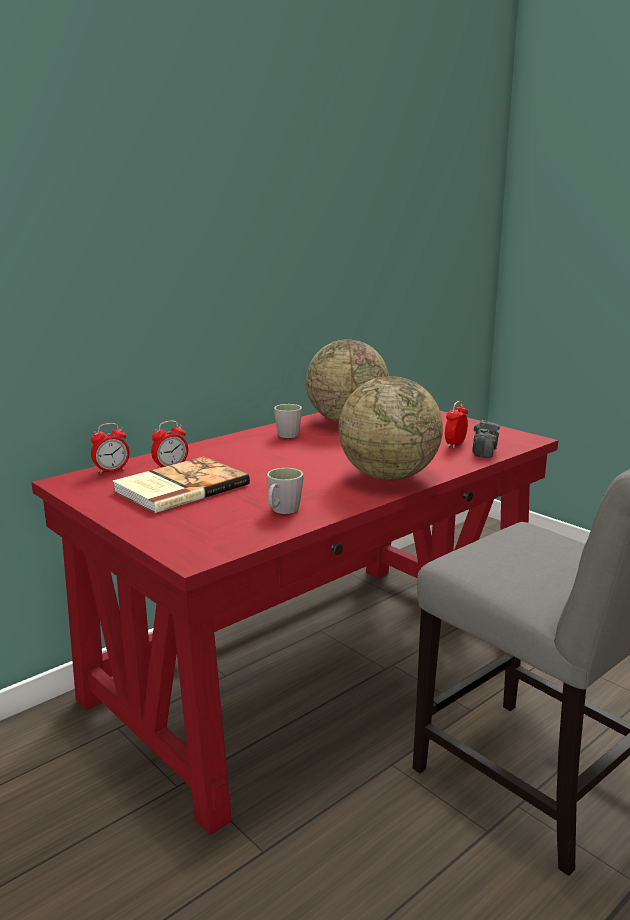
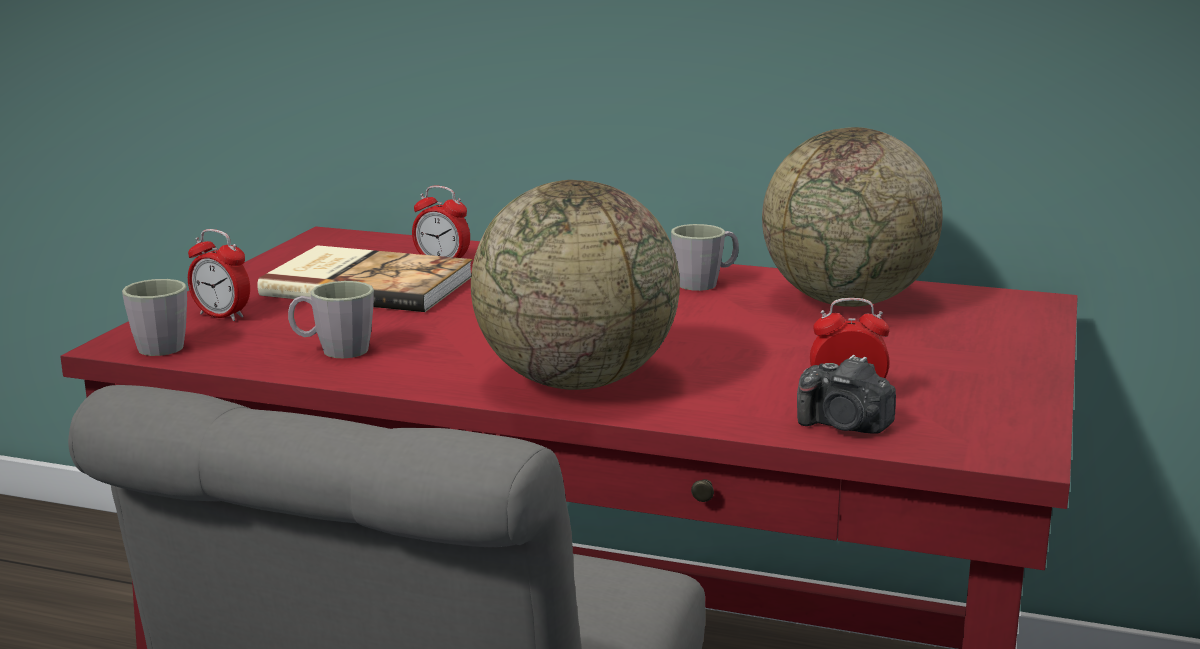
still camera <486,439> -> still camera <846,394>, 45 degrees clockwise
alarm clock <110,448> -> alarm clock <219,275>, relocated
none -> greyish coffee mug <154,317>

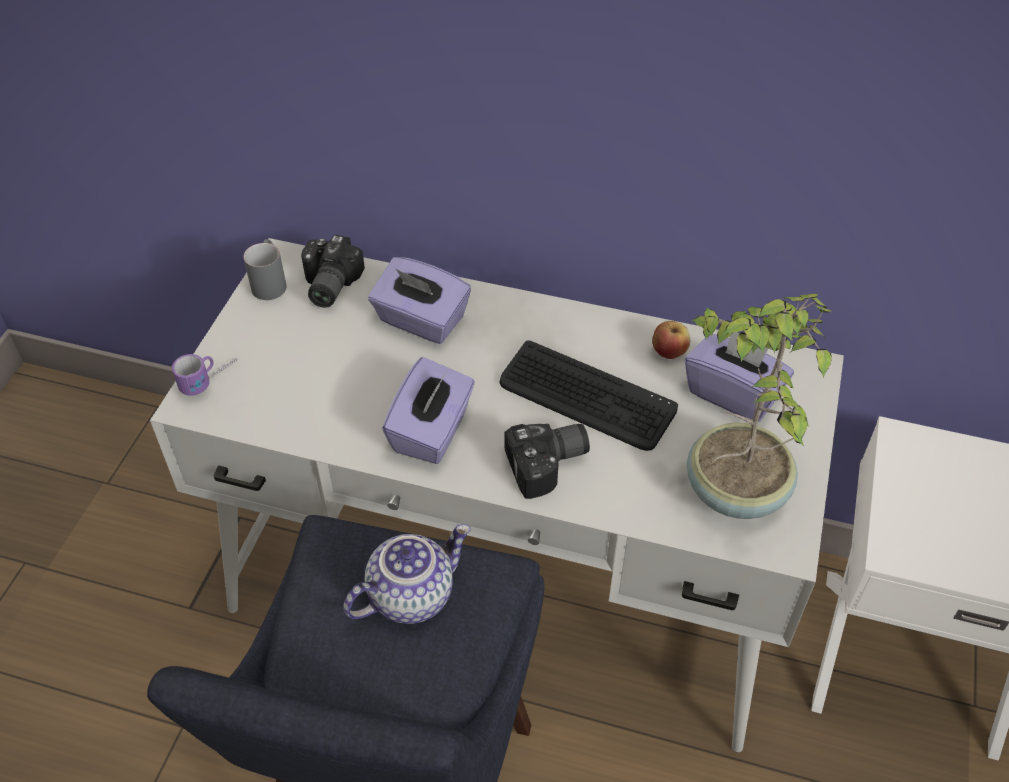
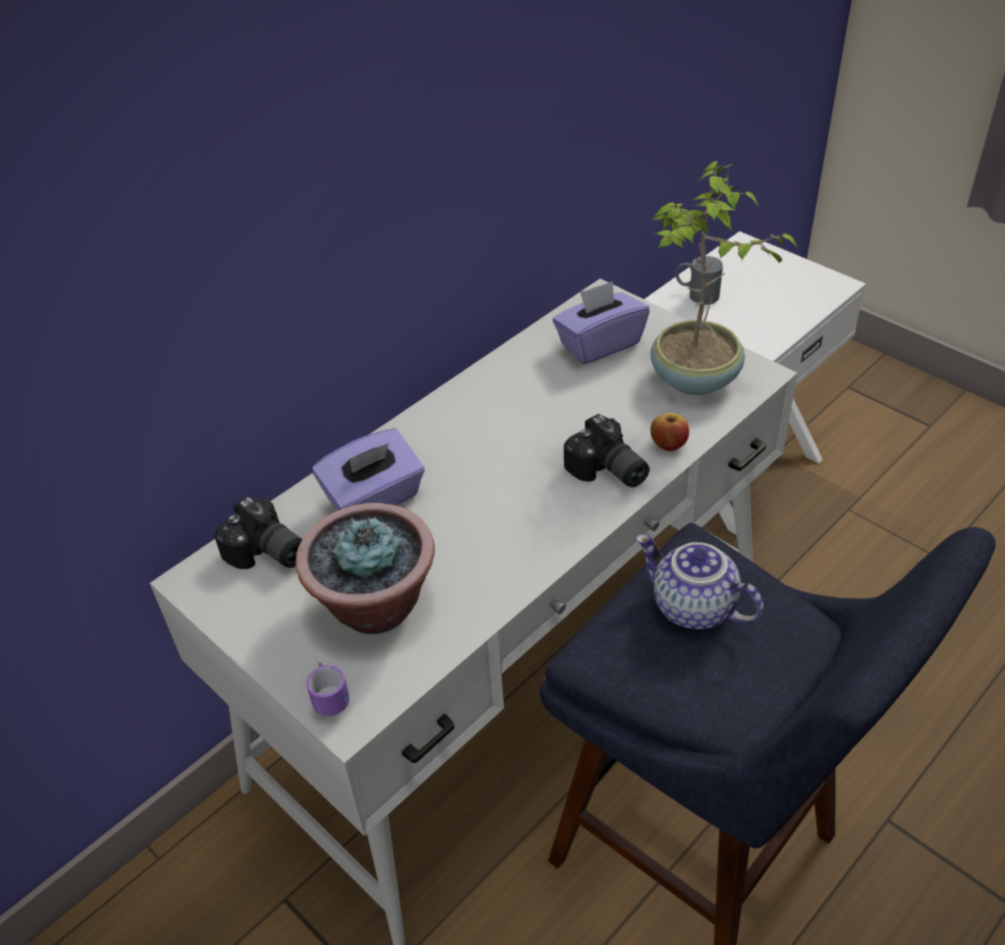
greyish coffee mug <265,269> -> greyish coffee mug <699,280>, relocated
apple fruit <671,340> -> apple fruit <669,432>, relocated
keyboard <588,395> -> none
purple-coloured box of tissues <428,410> -> none
still camera <547,461> -> still camera <607,450>, 135 degrees clockwise
tea pot <407,574> -> tea pot <700,582>, 45 degrees counterclockwise
none -> potted plant <365,568>

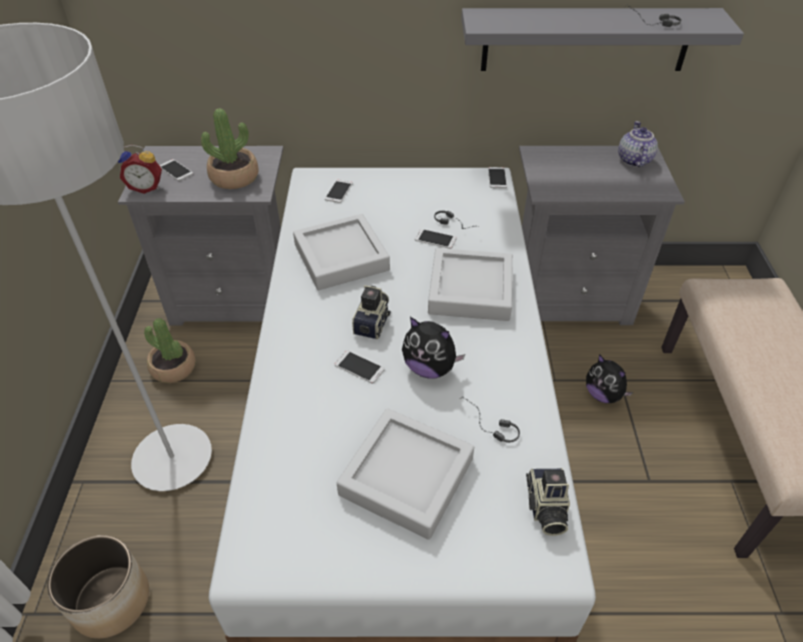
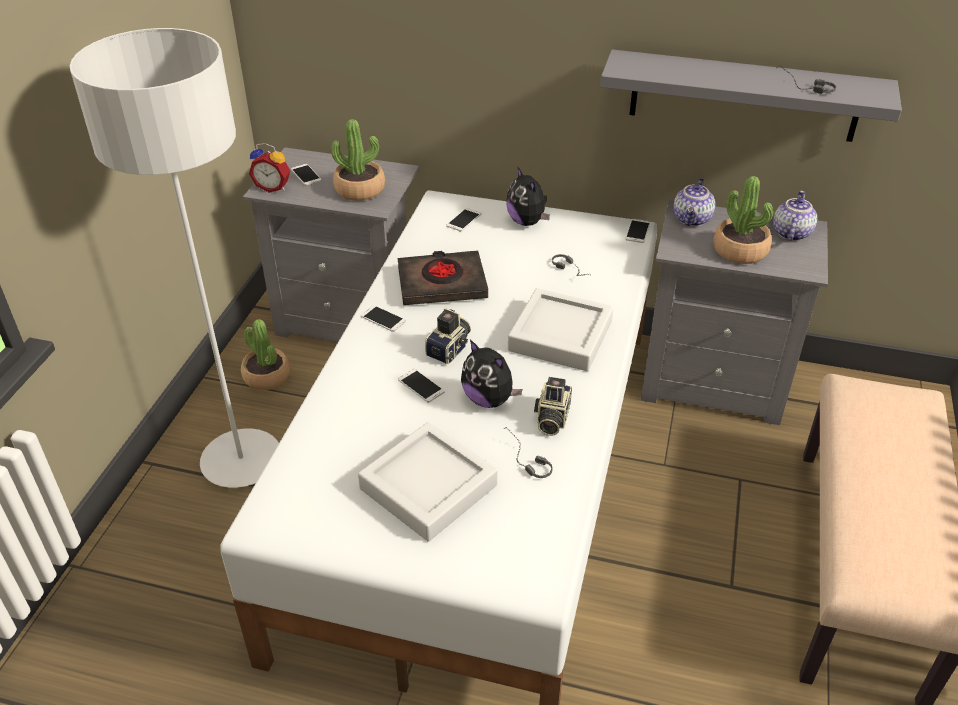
greyish carrying tray <341,252> -> black-coloured volume <443,277>
phone <436,239> -> phone <383,318>, relocated
cuddly toy <609,378> -> cuddly toy <528,196>, relocated
still camera <548,502> -> still camera <553,406>, relocated
plant pot <98,587> -> none
none -> potted plant <743,220>
none -> tea pot <694,202>

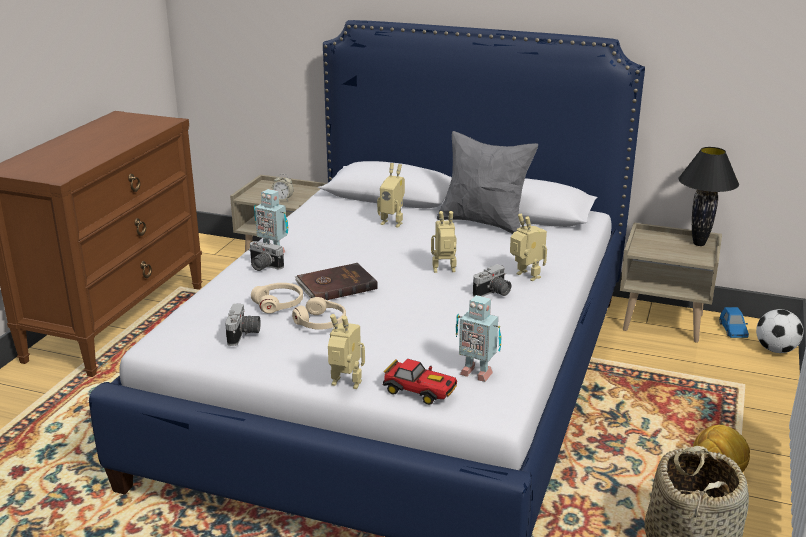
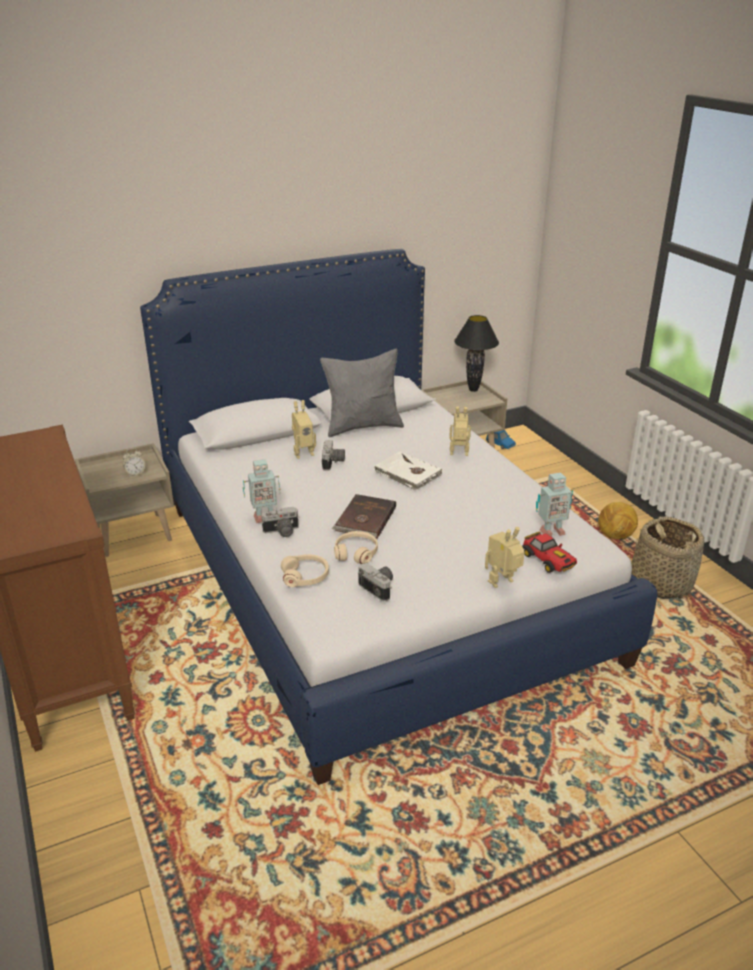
model robot <444,242> -> white-coloured volume <408,471>
still camera <492,280> -> still camera <333,455>, relocated
beige headset <319,313> -> beige headset <305,570>, relocated
football ball <780,331> -> none
model car <420,382> -> model car <549,552>, 75 degrees clockwise

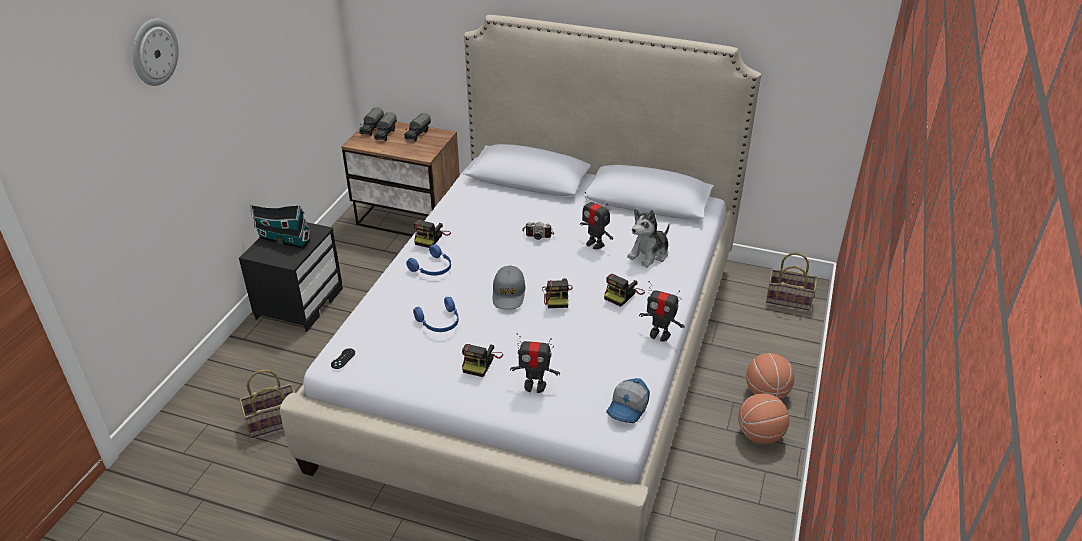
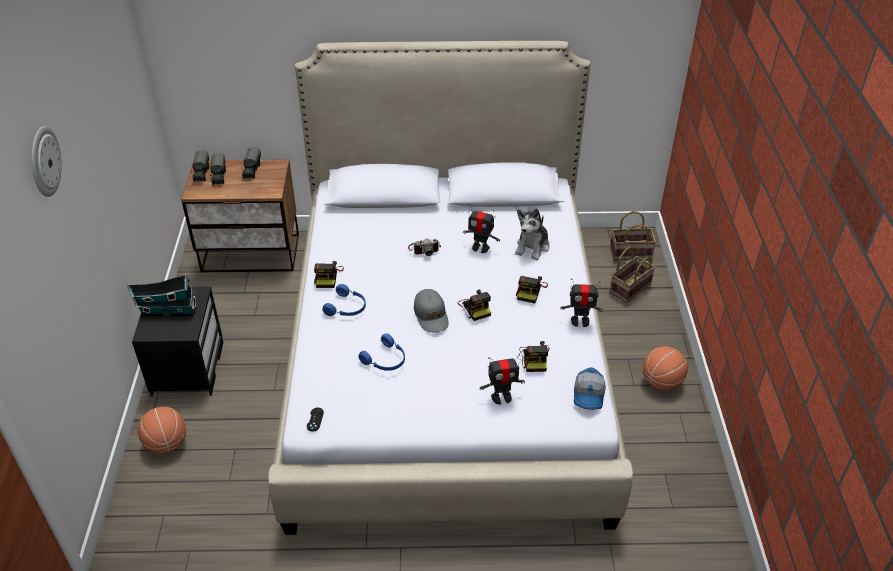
still camera <482,360> -> still camera <534,356>, relocated
basketball <770,376> -> basketball <162,430>, relocated
basket <267,403> -> basket <632,274>, relocated

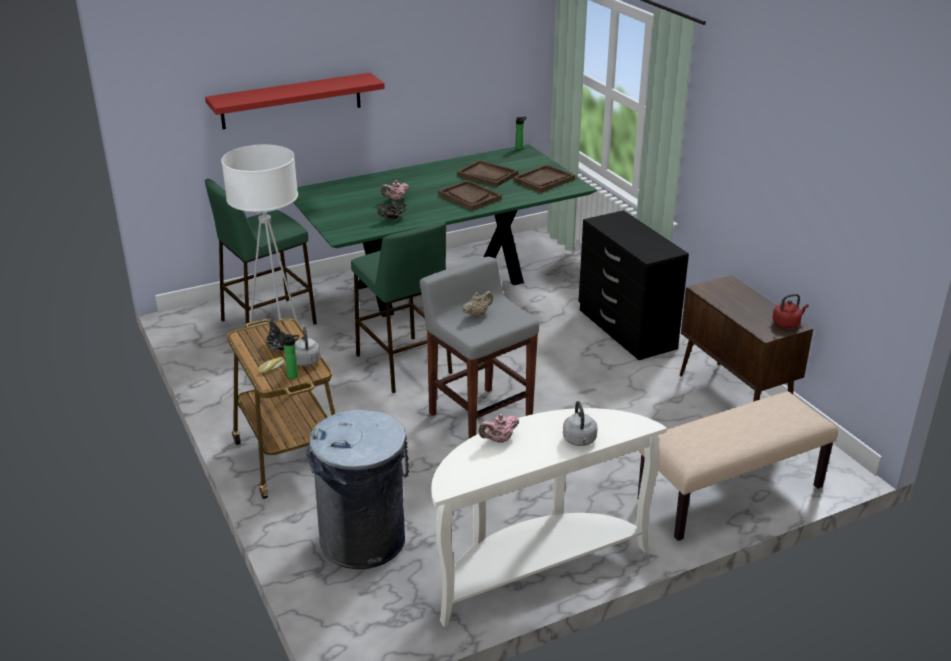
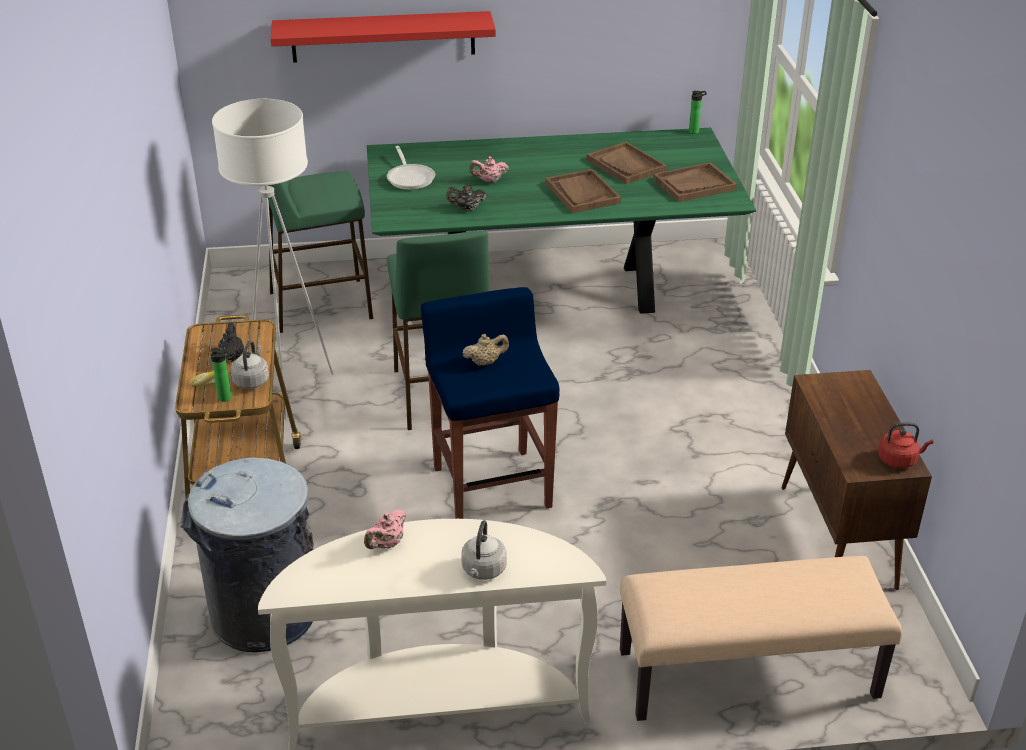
black-coloured drawer chest <633,285> -> none
greyish stool seat <479,348> -> bluish stool seat <490,403>
pink tea pot <498,428> -> pink tea pot <385,529>, 45 degrees counterclockwise
none -> frying pan <411,168>

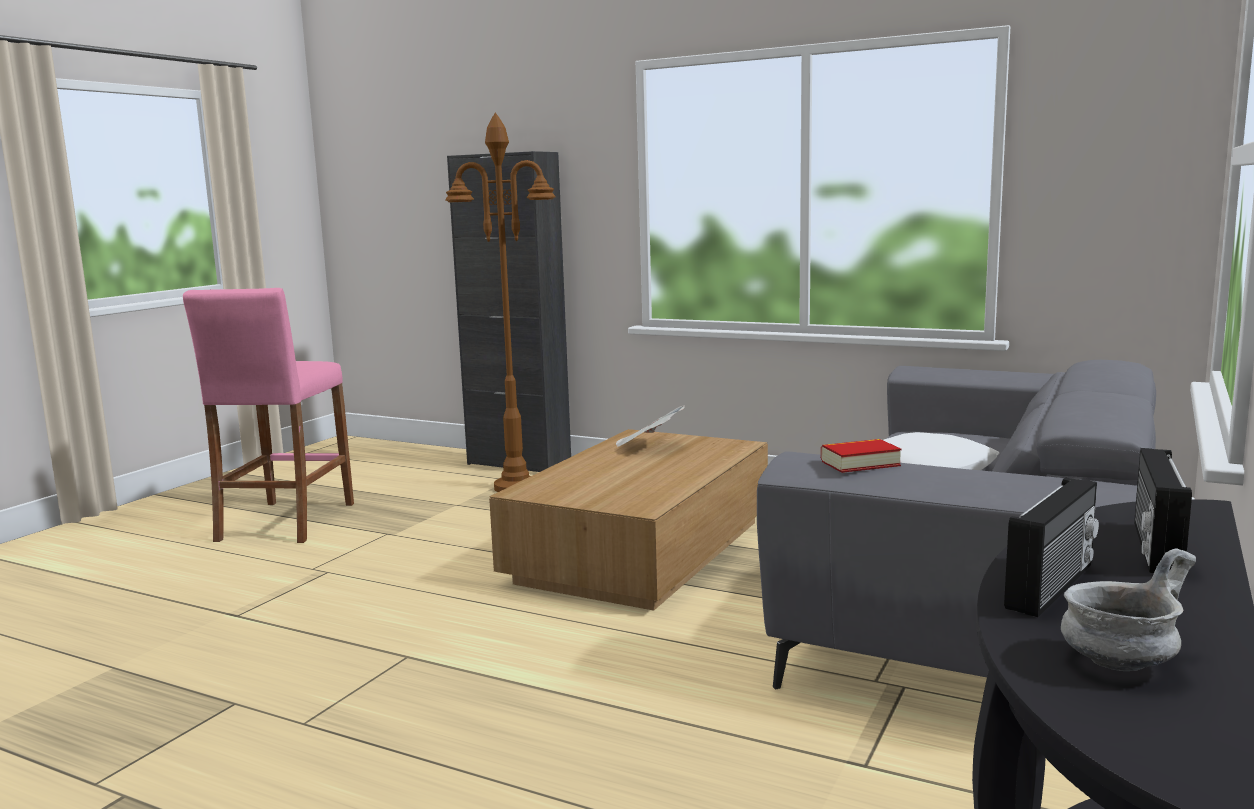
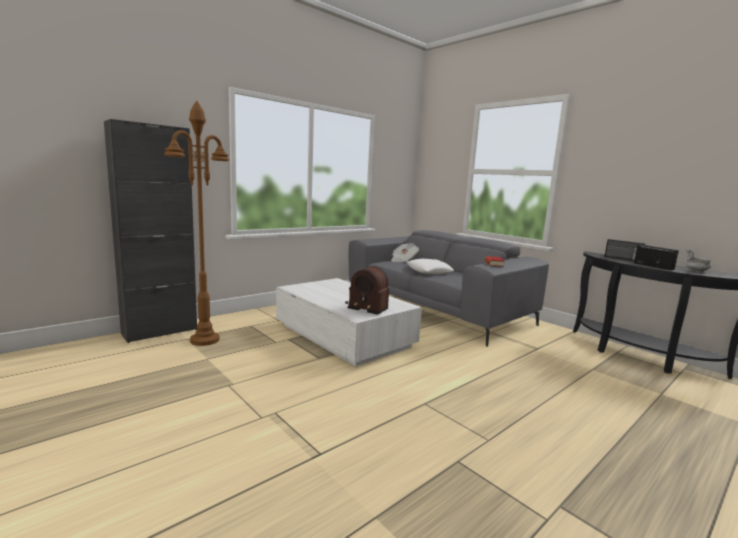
pink stool seat <268,415> -> none
printed paper <650,426> -> printed paper <405,252>, relocated
brownish low table <628,520> -> white-coloured low table <349,322>
none -> radio <367,290>

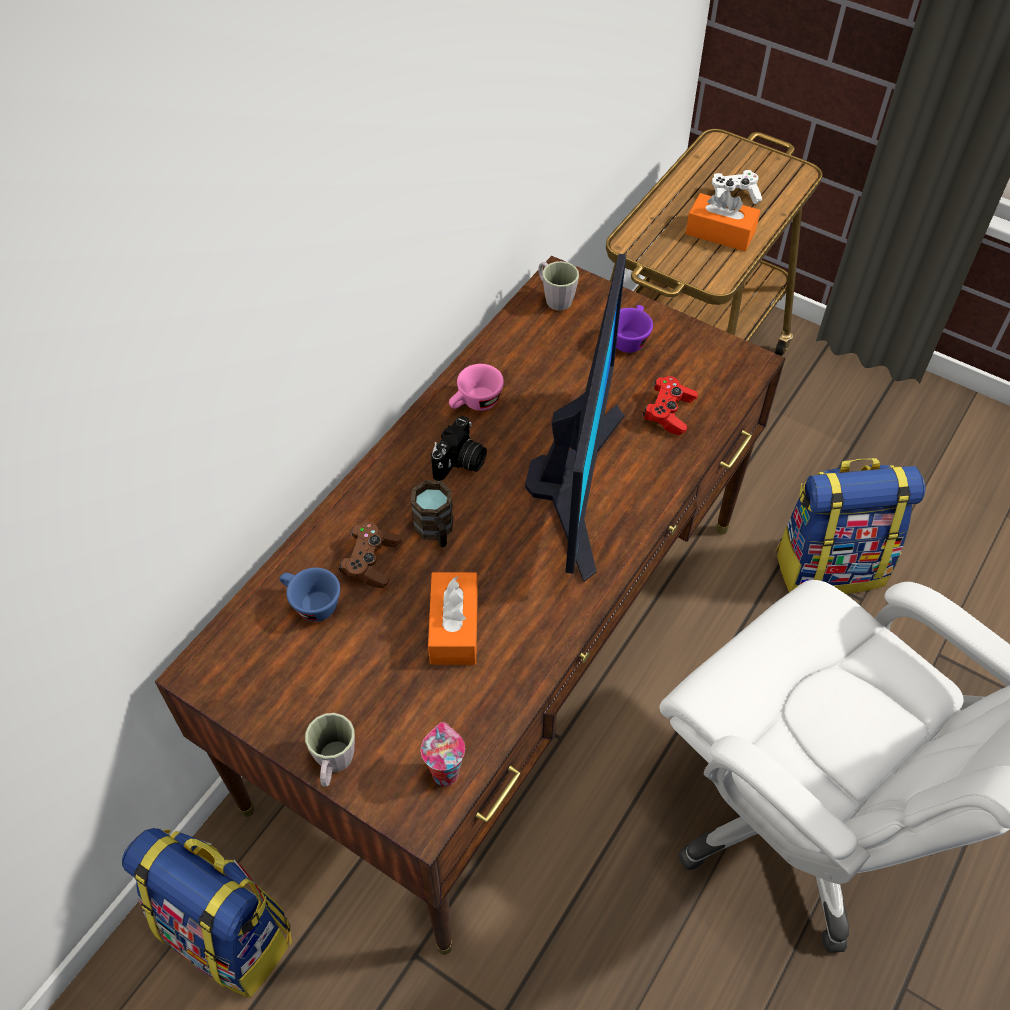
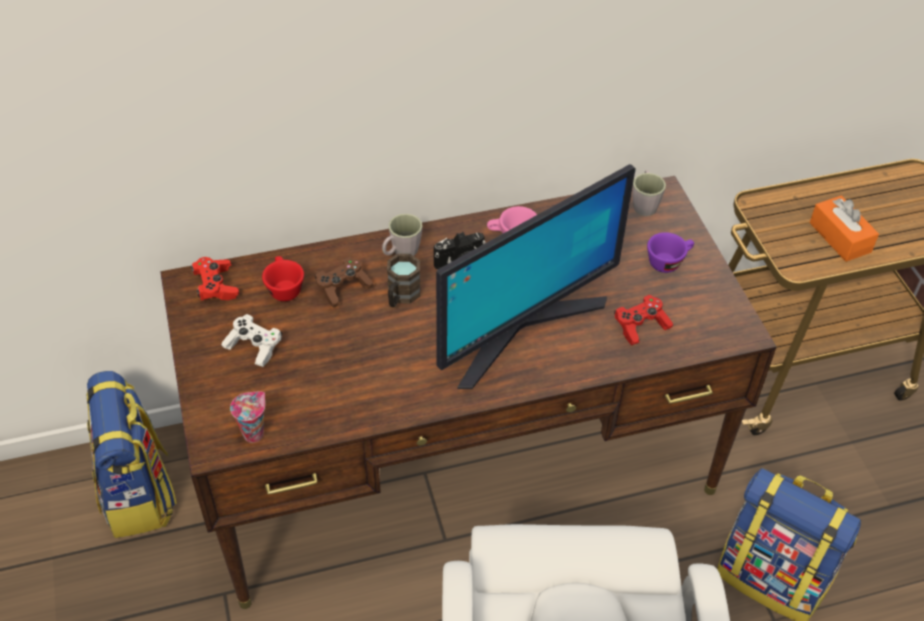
white-coloured game controller <737,187> -> white-coloured game controller <251,340>, relocated
bluish small cup <309,595> -> red-coloured small cup <283,278>
orange-coloured box of tissues <453,618> -> none
greyish coffee mug <330,750> -> greyish coffee mug <402,235>, relocated
none -> red-coloured game controller <215,278>

